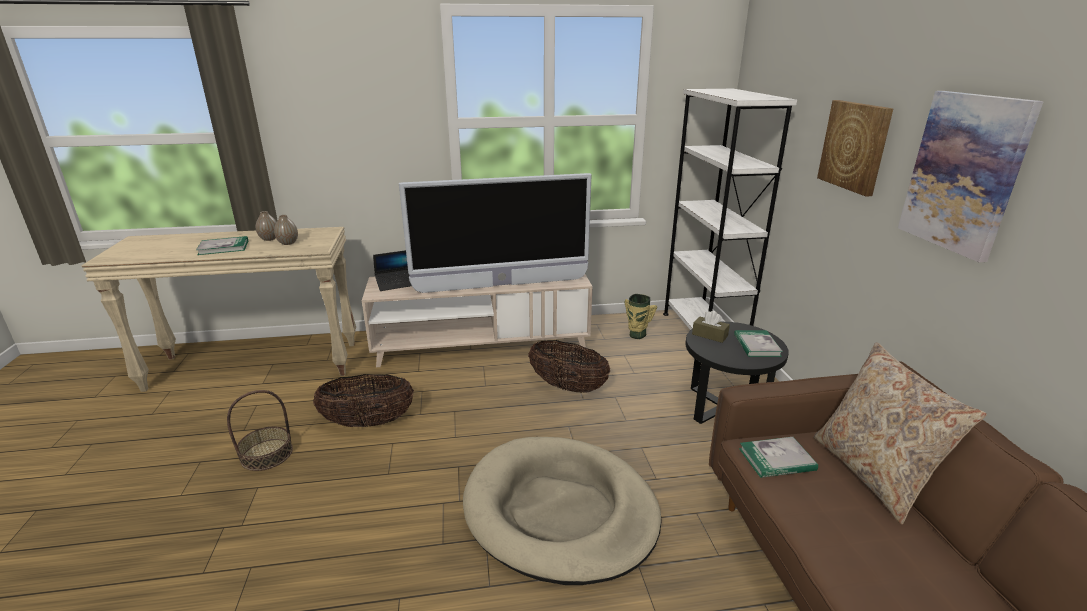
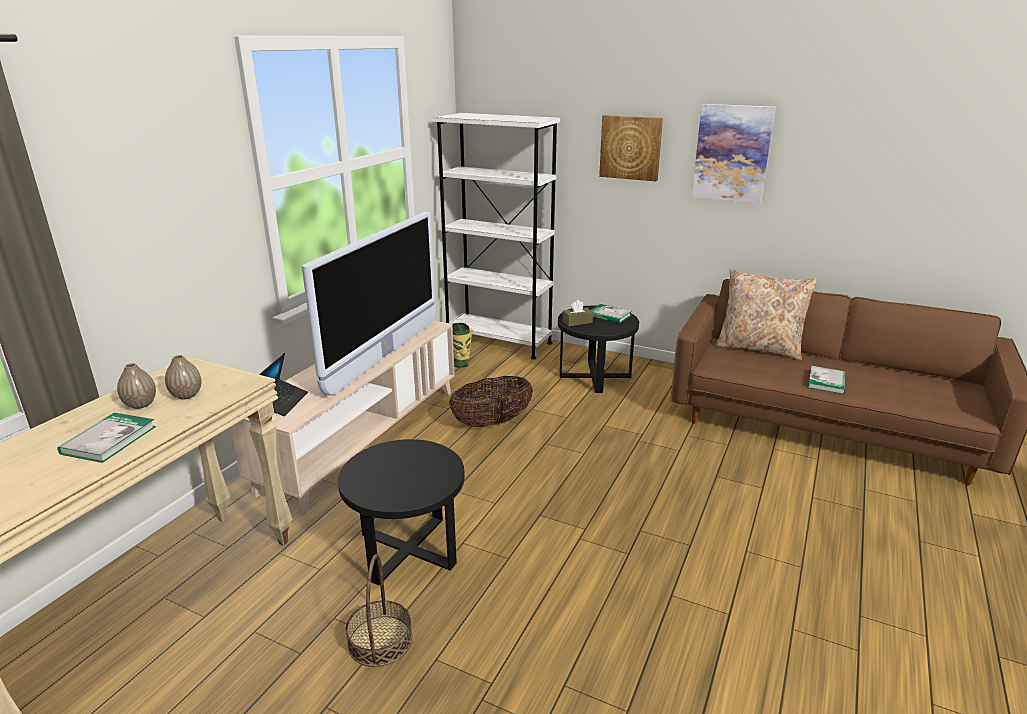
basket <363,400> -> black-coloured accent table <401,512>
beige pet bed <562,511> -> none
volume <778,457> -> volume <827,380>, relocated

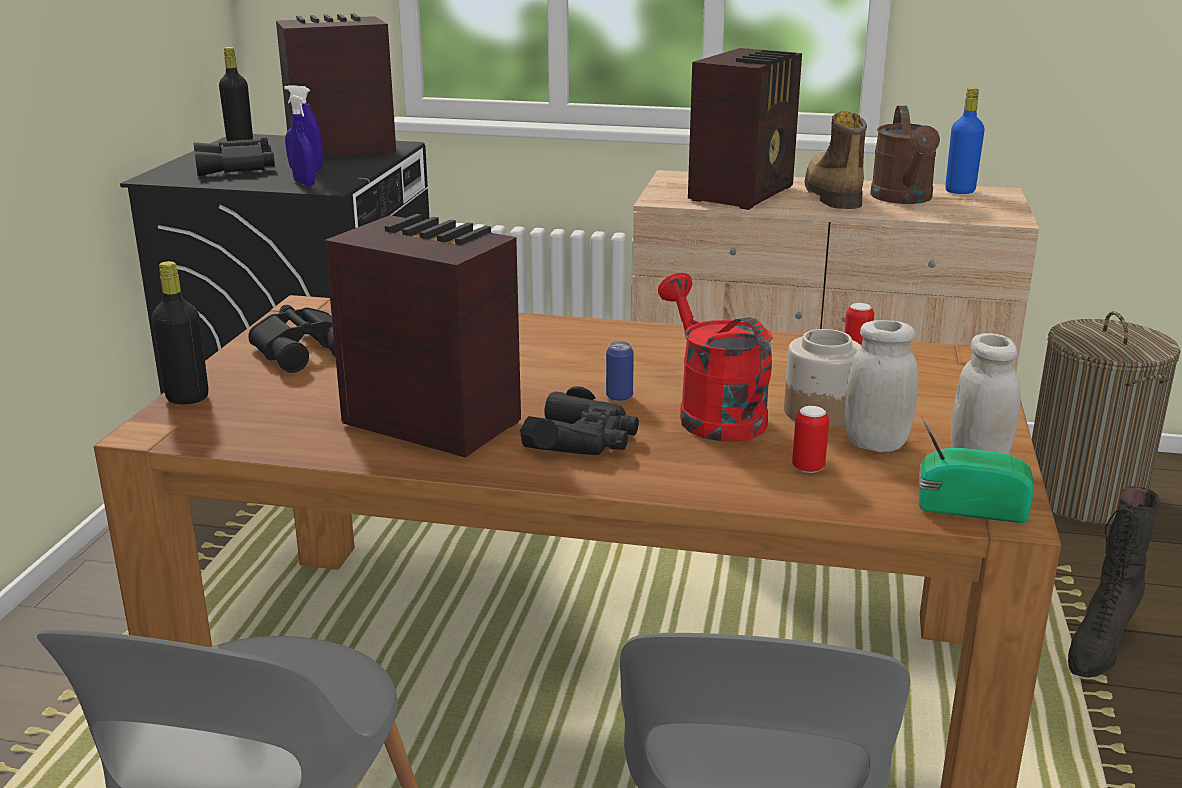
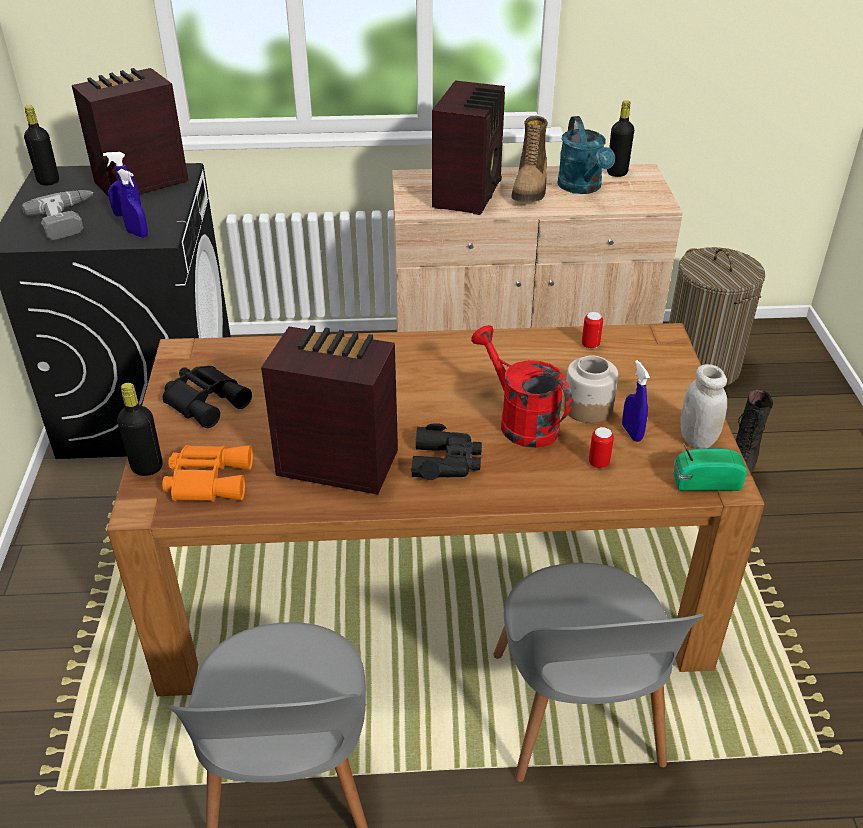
bluish beverage bottle <965,141> -> black-coloured beverage bottle <620,138>
brownish watering can <905,155> -> blue-green watering can <586,155>
boot <835,160> -> boot <529,159>, 150 degrees counterclockwise
black-coloured field glasses <234,157> -> power drill <57,215>
white-coloured storage jar <881,386> -> bluish hand sprayer <636,401>
can <620,371> -> none
none -> orange-coloured field glasses <207,473>

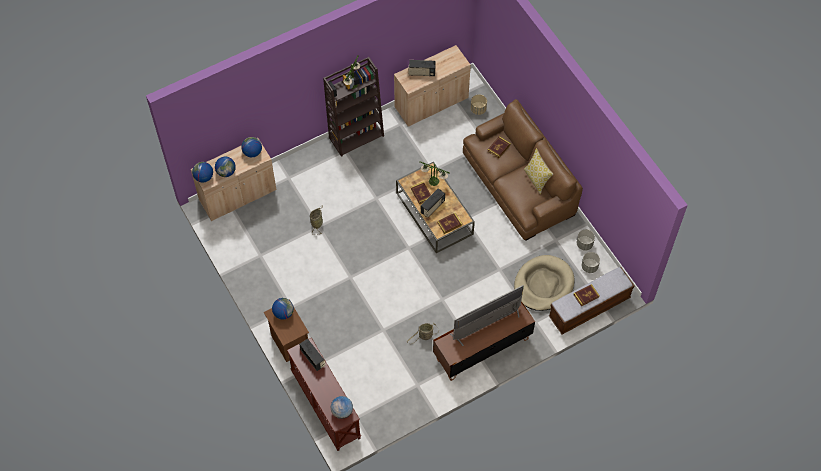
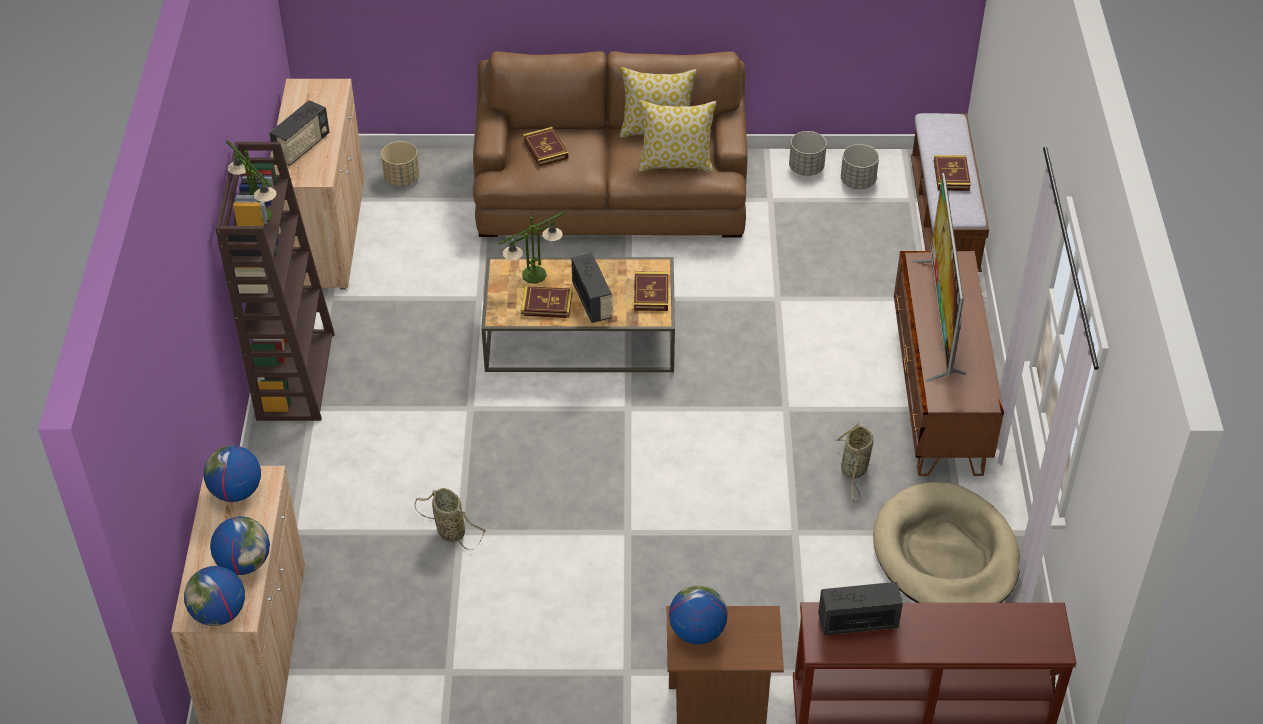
beige pet bed <544,283> -> beige pet bed <946,542>, relocated
desk globe <342,407> -> none
none -> pillow <677,136>

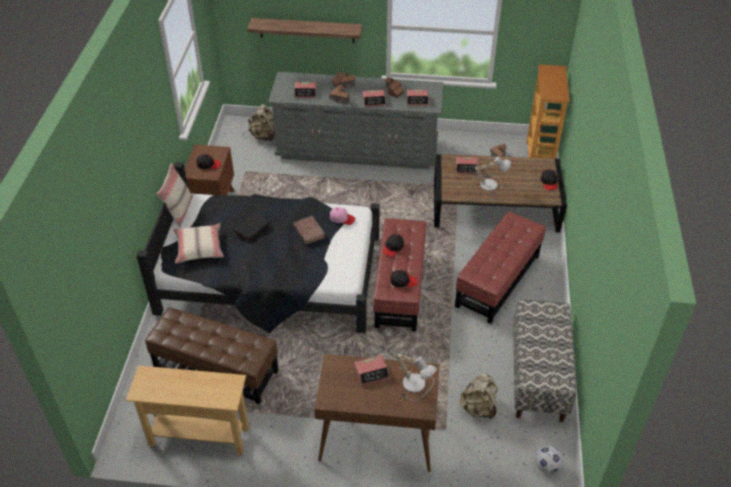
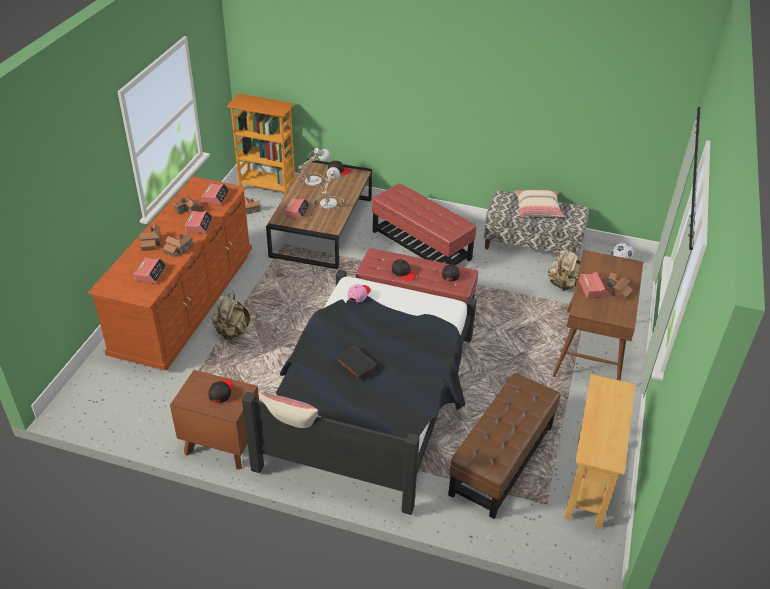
shelf <304,30> -> none
greyish drawer chest <356,120> -> brownish drawer chest <170,273>
beige knapsack <261,122> -> beige knapsack <230,316>, relocated
brownish volume <309,230> -> none
beige pillow <198,243> -> beige pillow <539,203>, relocated
lamp for a table <416,376> -> lamp for a table <313,168>, relocated
none -> miniature house <620,286>

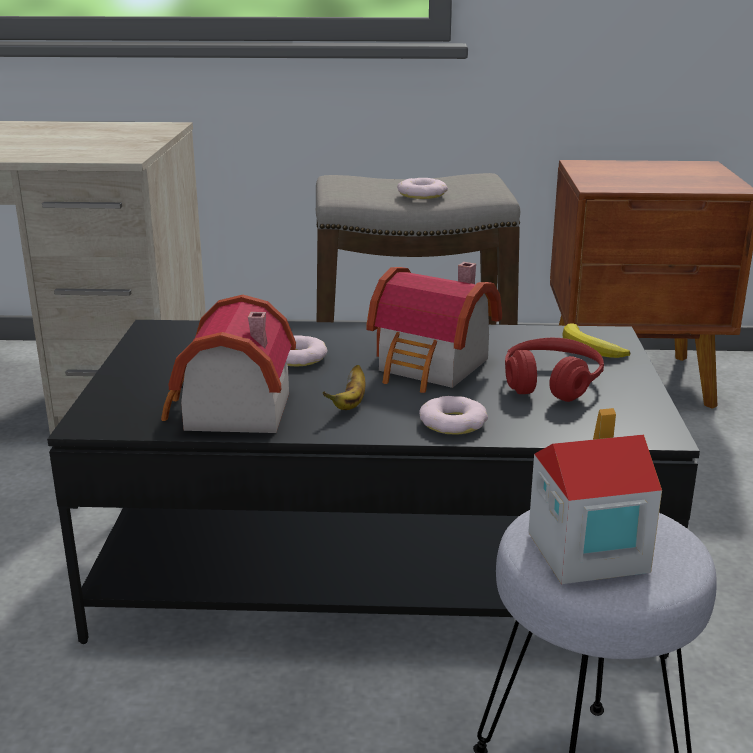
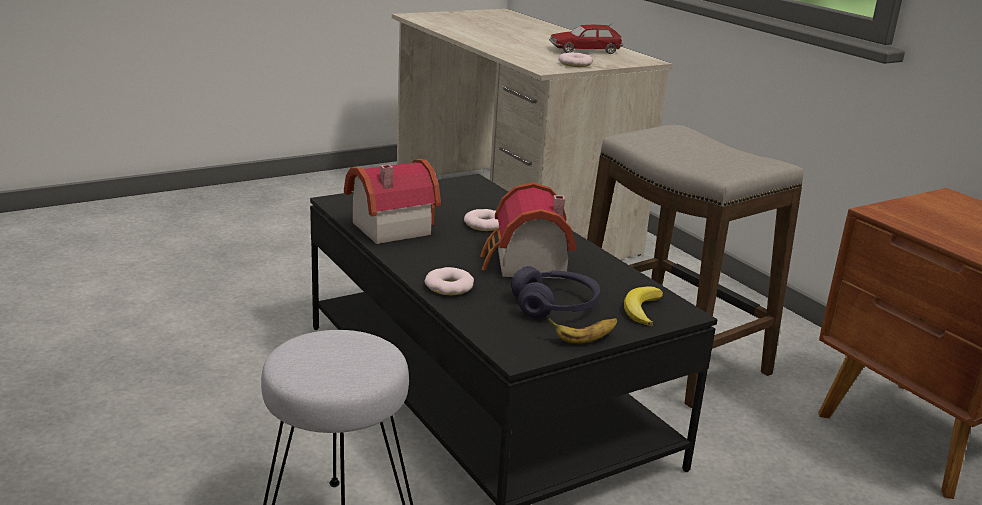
donut <422,188> -> donut <575,59>, relocated
red-coloured headset <554,370> -> purple-coloured headset <555,292>
whole banana <344,387> -> whole banana <582,330>, relocated
miniature house <595,496> -> none
none -> model car <586,39>

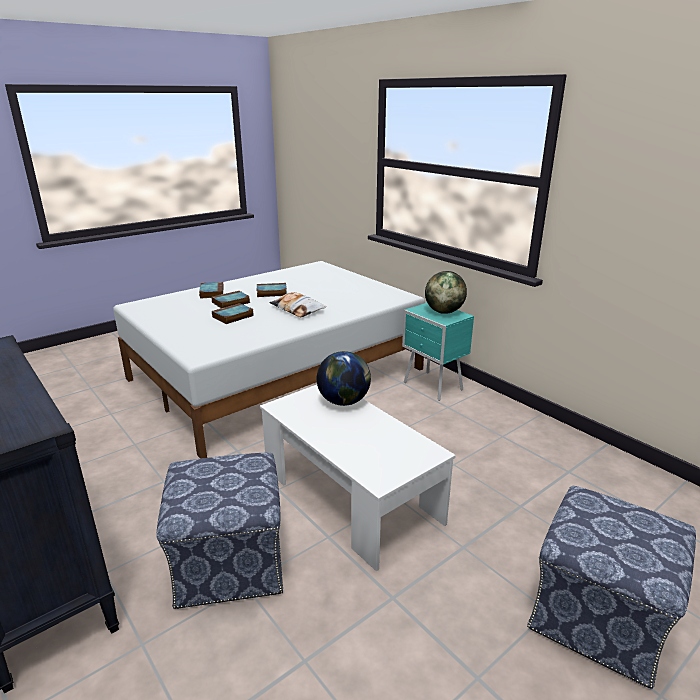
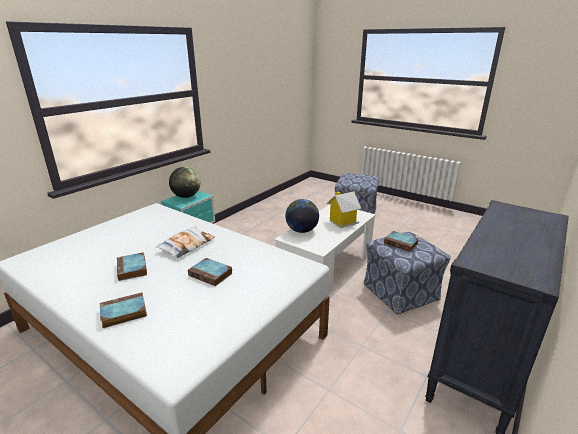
volume <230,299> -> volume <401,241>, relocated
none -> miniature house <344,209>

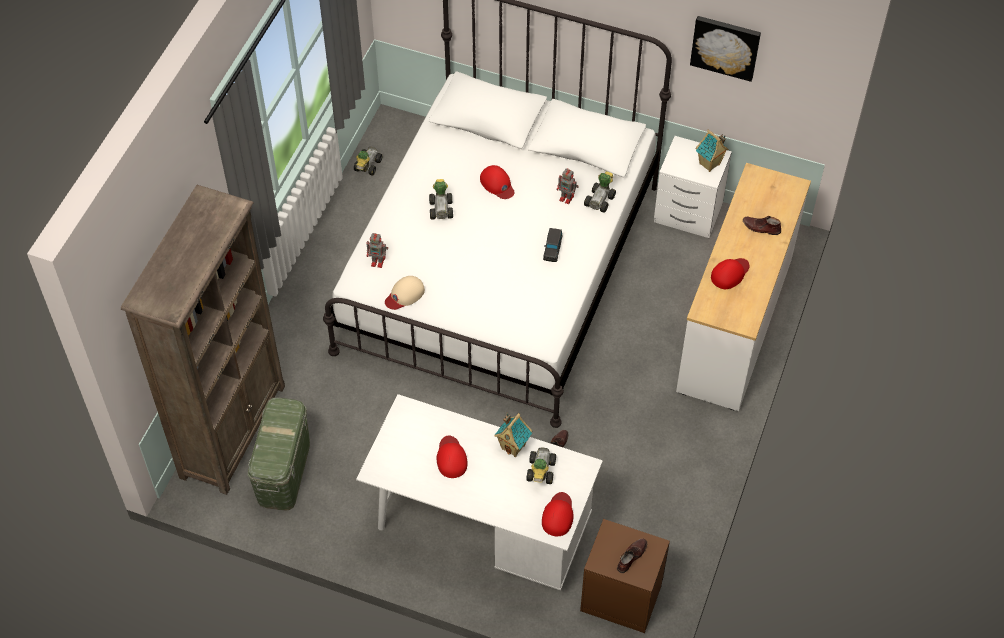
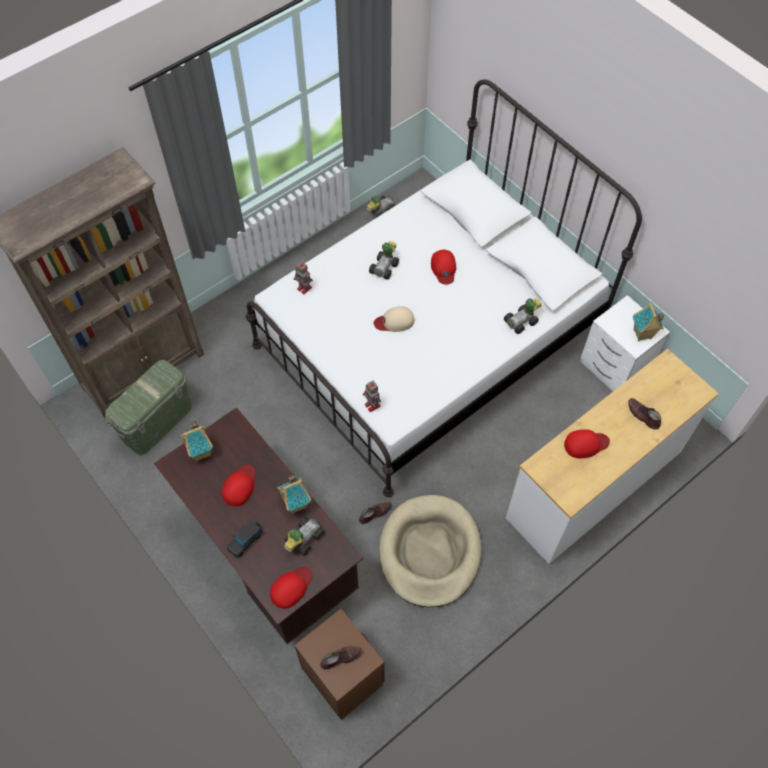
wall picture <725,49> -> none
model robot <567,186> -> model robot <372,396>, relocated
black-coloured model car <552,245> -> black-coloured model car <245,539>, relocated
beige baseball cap <405,293> -> beige baseball cap <394,319>, relocated
white-coloured desk table <479,492> -> brownish desk table <259,525>
none -> miniature house <196,441>
none -> beige pet bed <430,551>

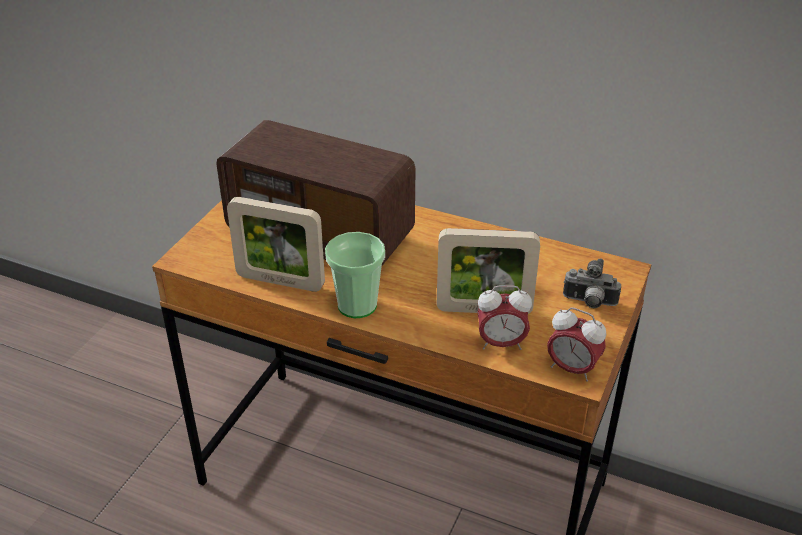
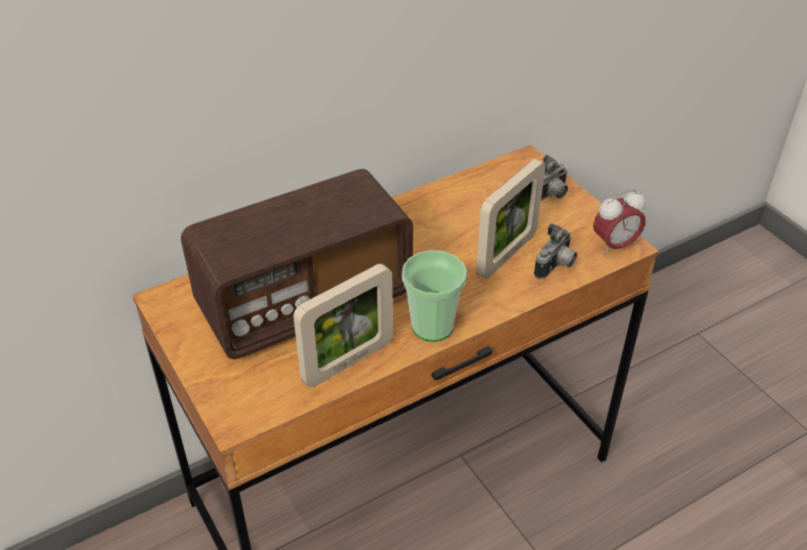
alarm clock <504,317> -> still camera <555,251>

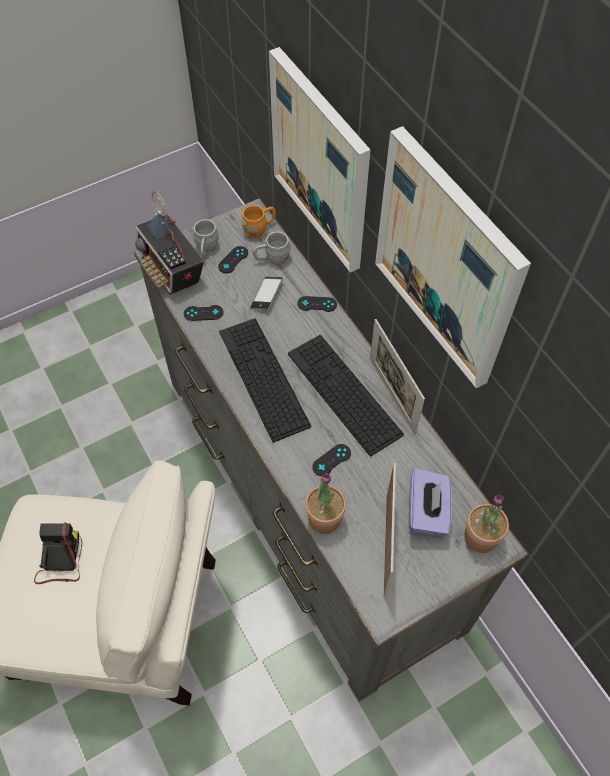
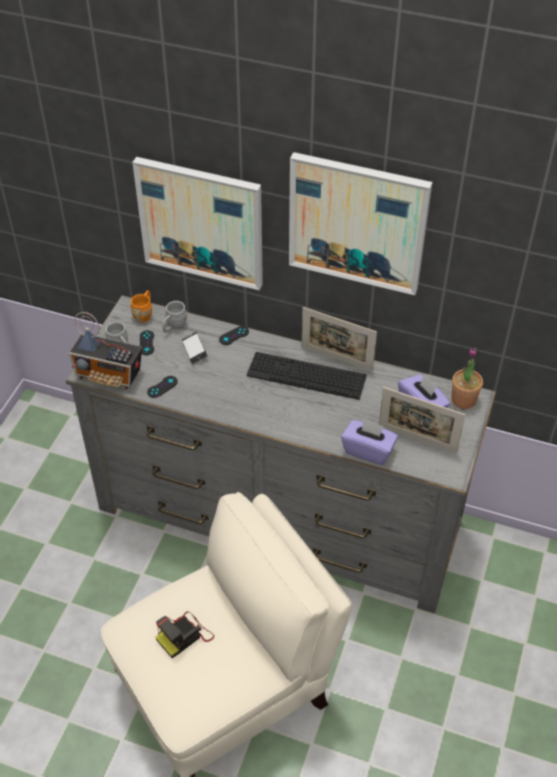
keyboard <265,380> -> none
black-coloured game controller <331,460> -> none
standing frame <390,530> -> standing frame <422,420>, 150 degrees clockwise
potted plant <325,503> -> purple-coloured box of tissues <369,441>
still camera <58,553> -> still camera <185,634>, 90 degrees counterclockwise

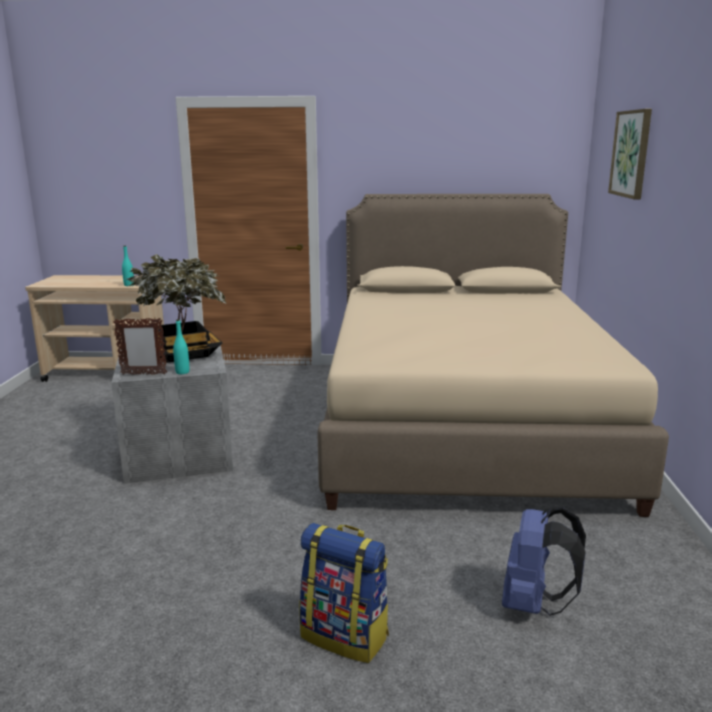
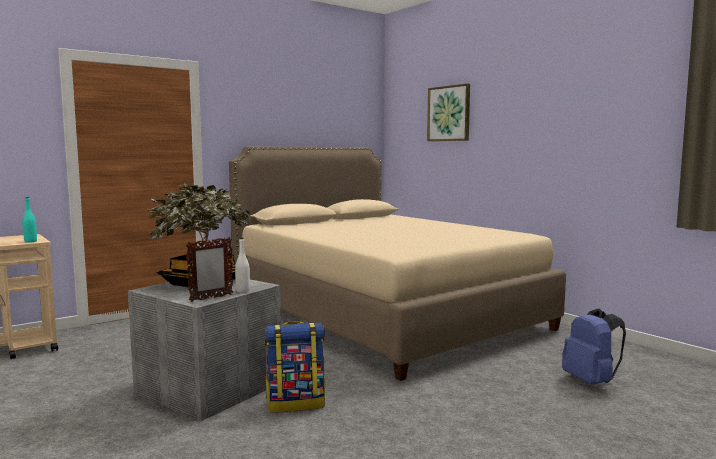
blue-green beverage bottle <181,346> -> white-coloured beverage bottle <242,265>
knapsack <344,593> -> knapsack <294,366>, relocated

